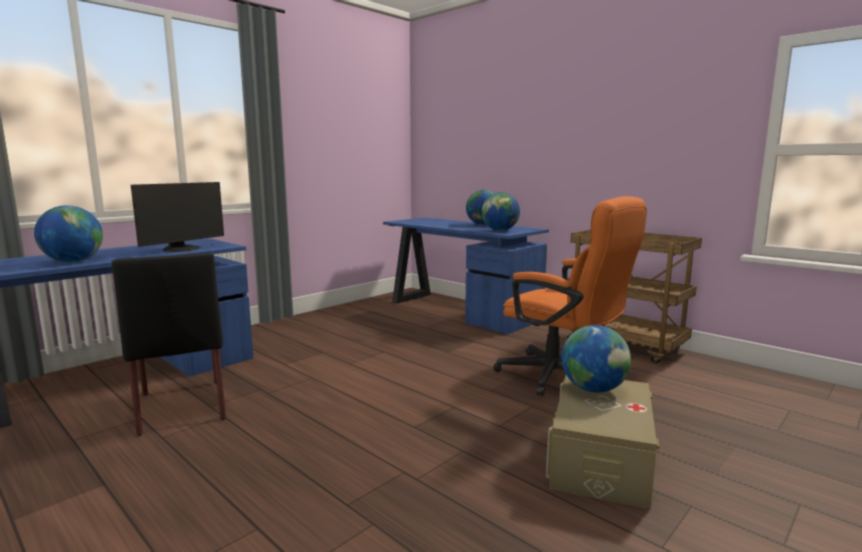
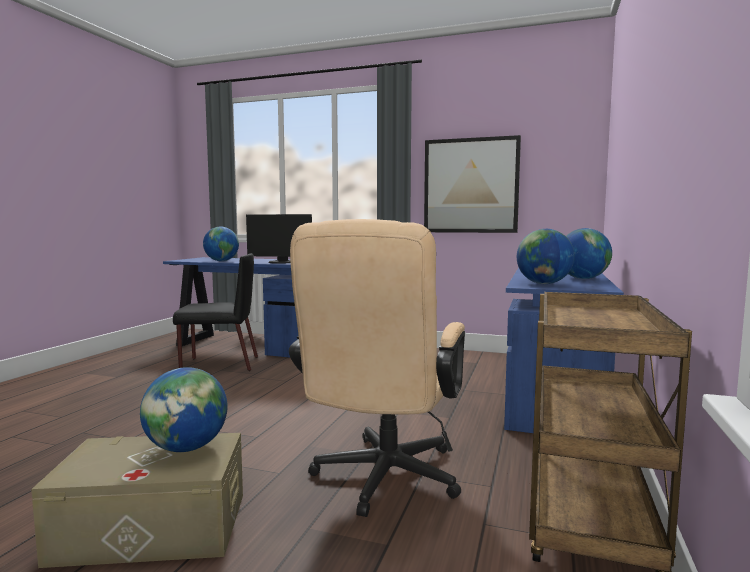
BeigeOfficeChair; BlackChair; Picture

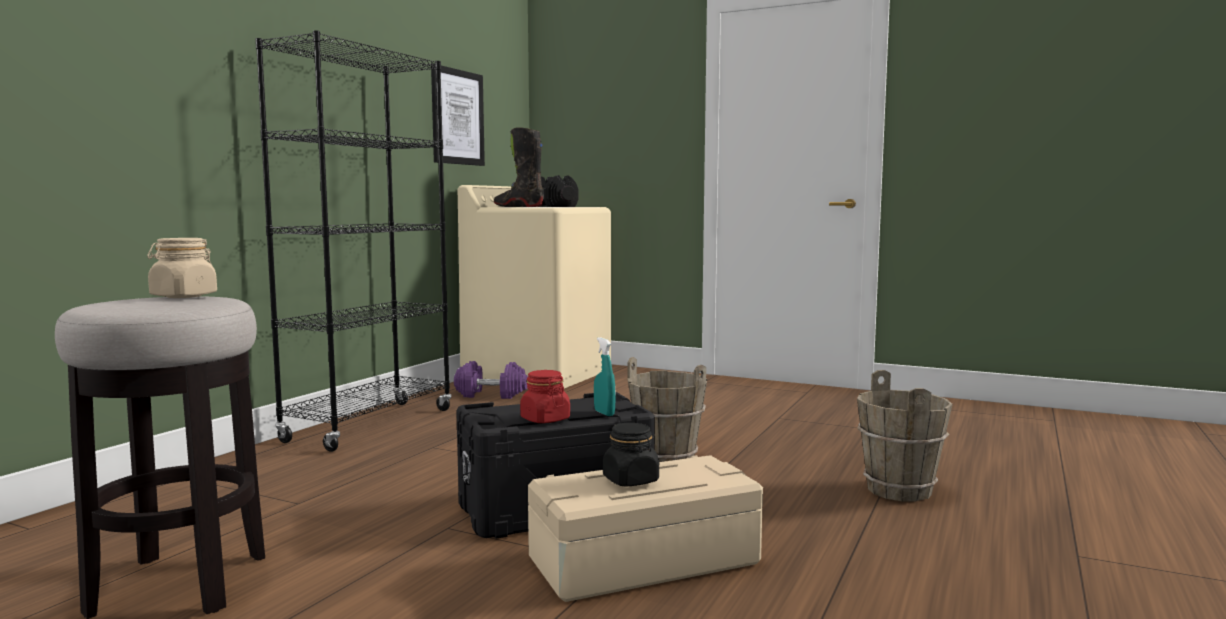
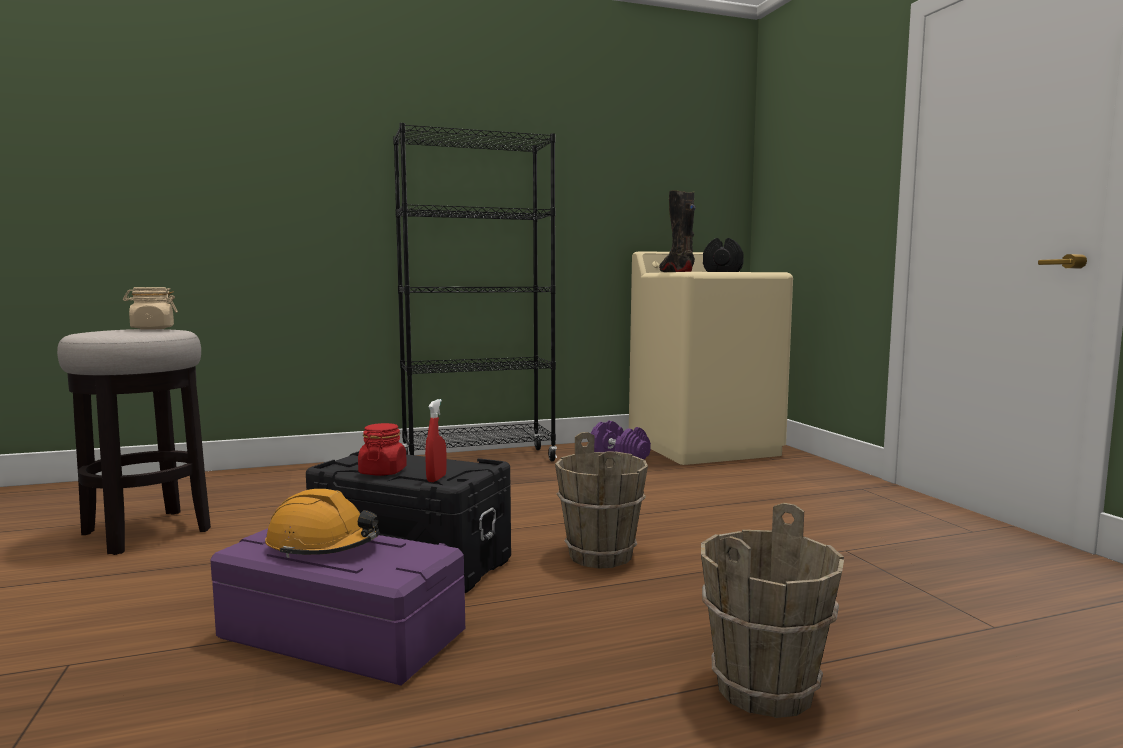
Picture; RedSprayBottle; OrangeHardHat; PurpleStorageBox

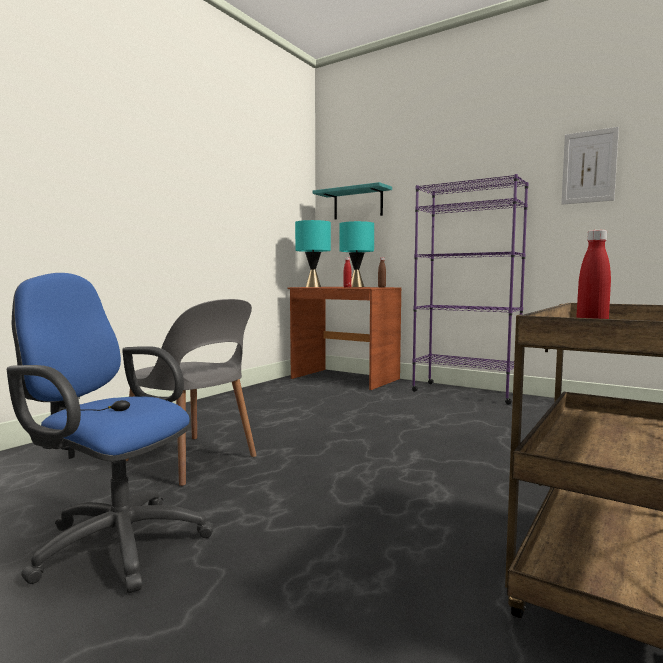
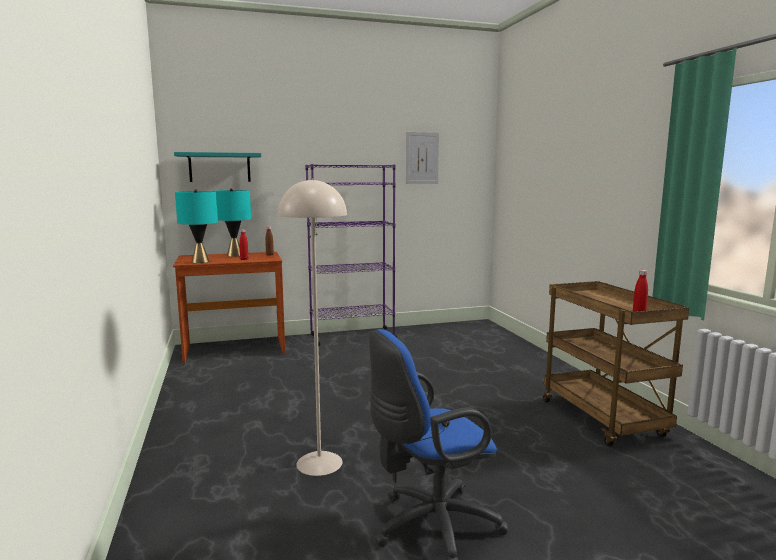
BeigeFloorLamp

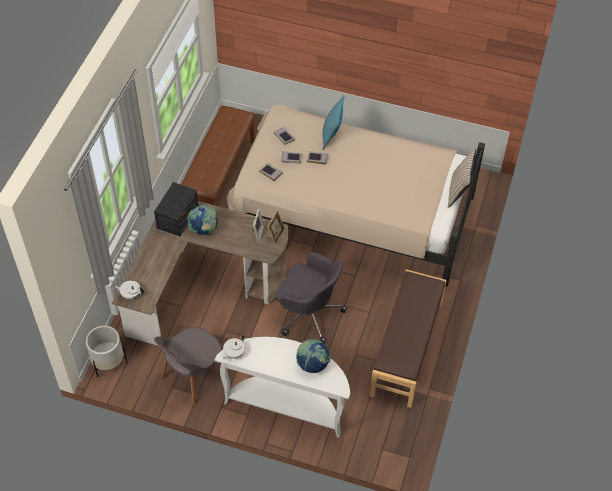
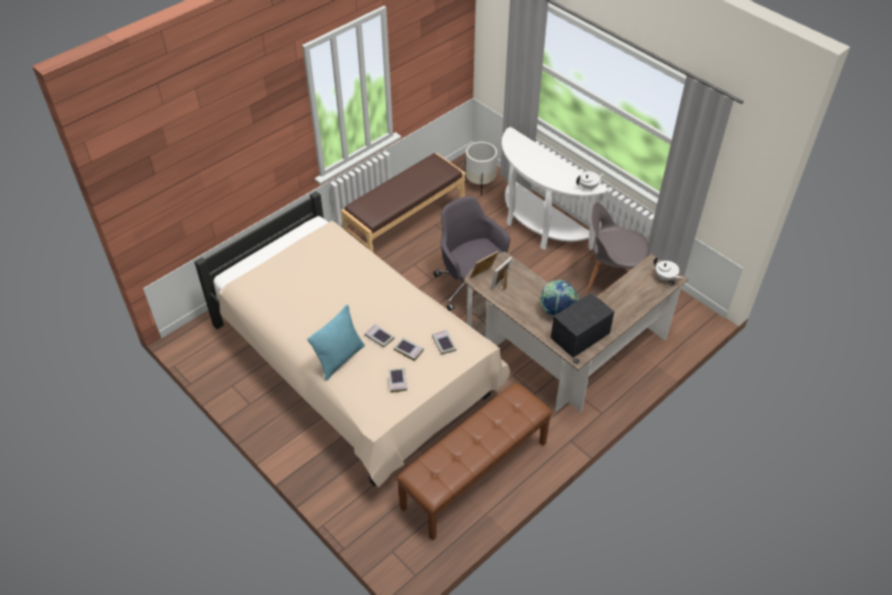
BeigePillow; WhitePlanter; GreyChair; Globe (2nd from left in the first image)

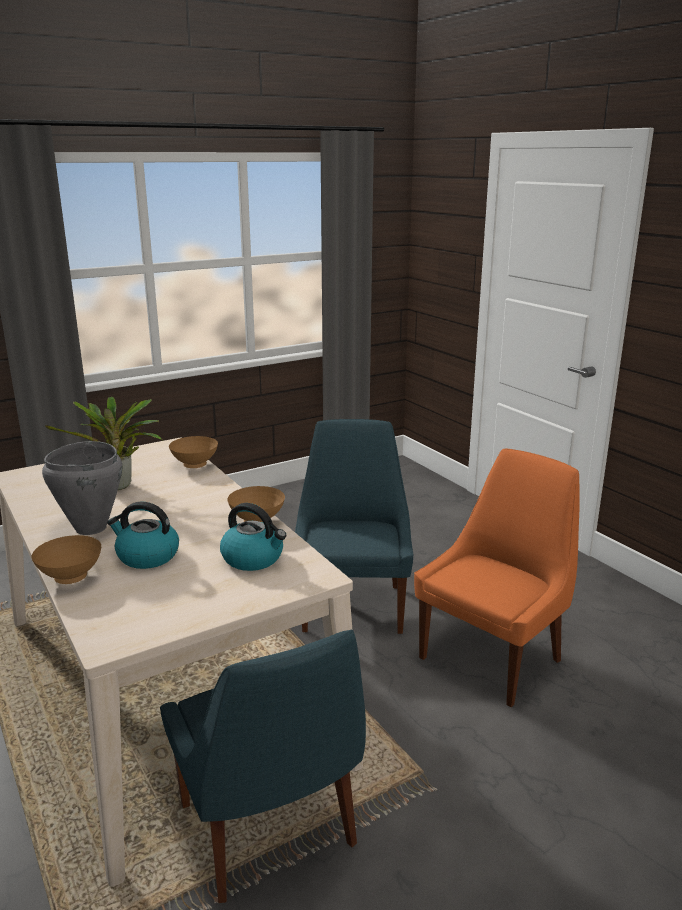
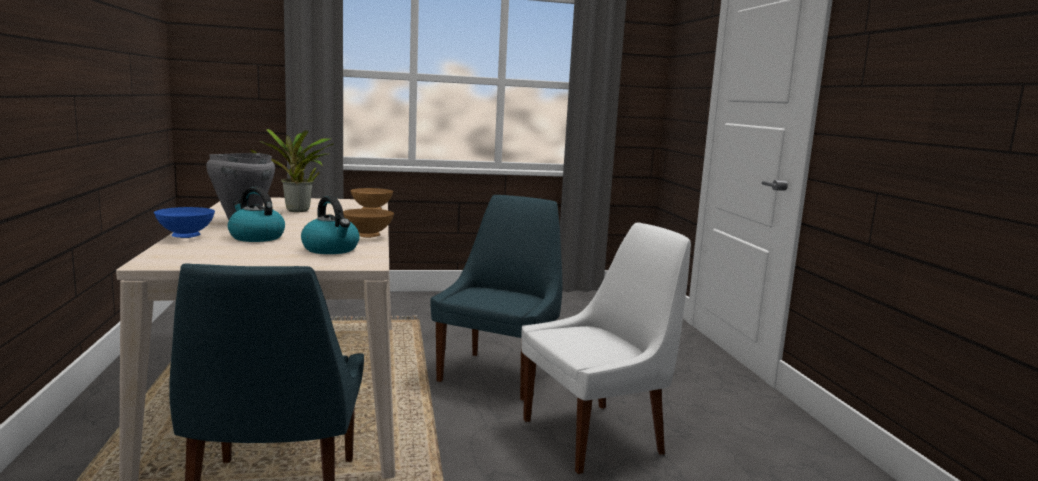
WhiteChair; BlueBowl

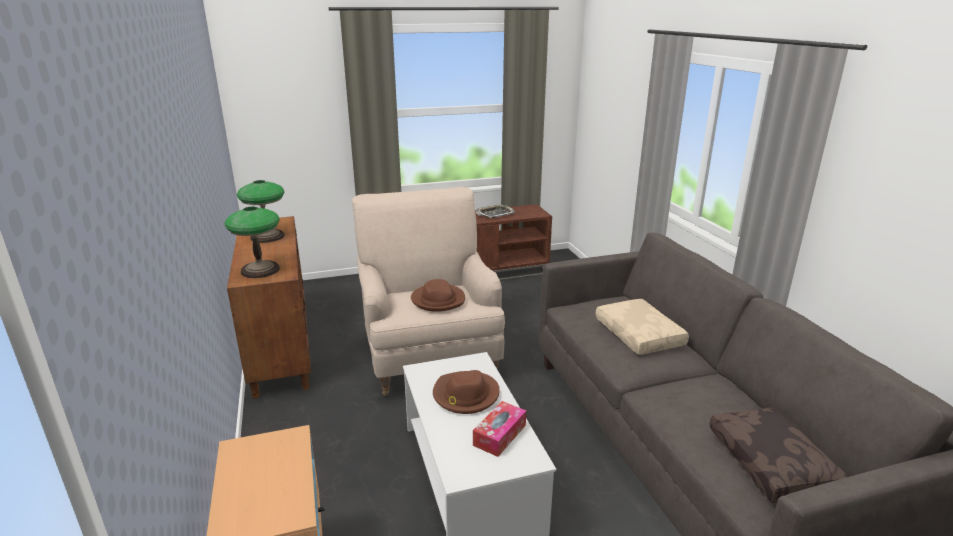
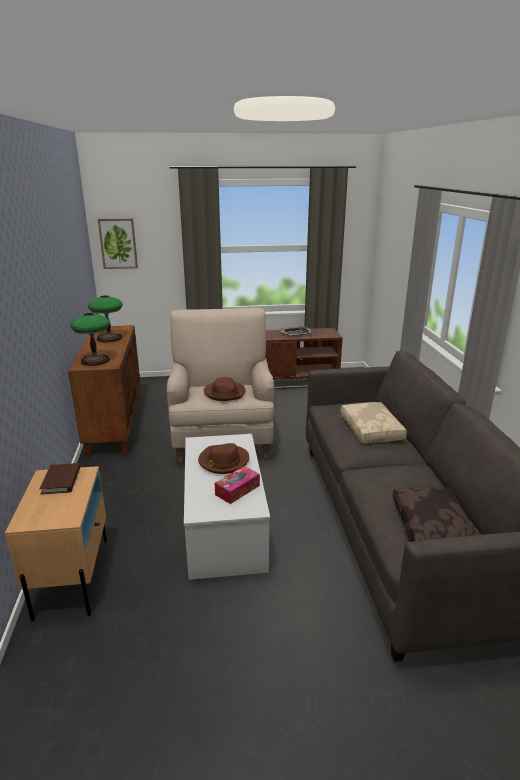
Picture; BrownBook

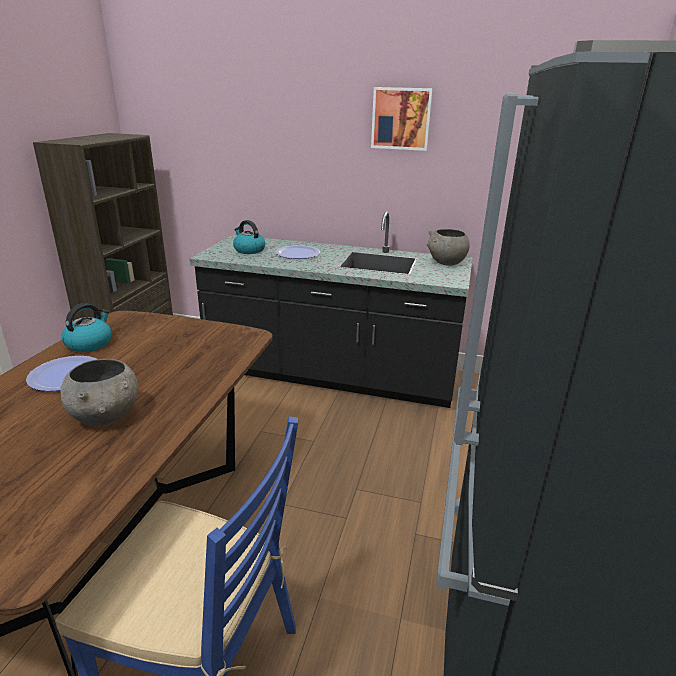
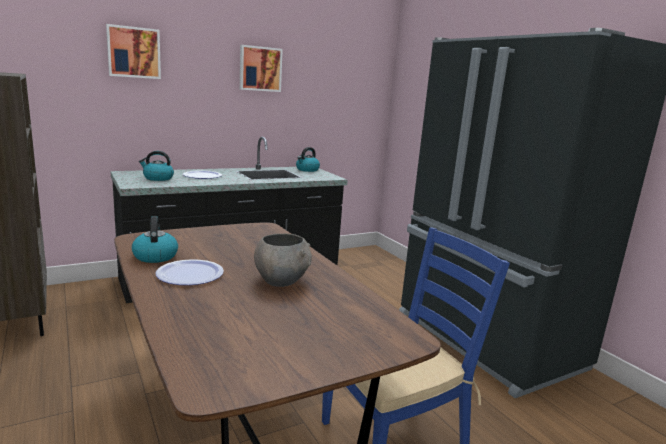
Kettle (3rd from left); Picture (1st from left)

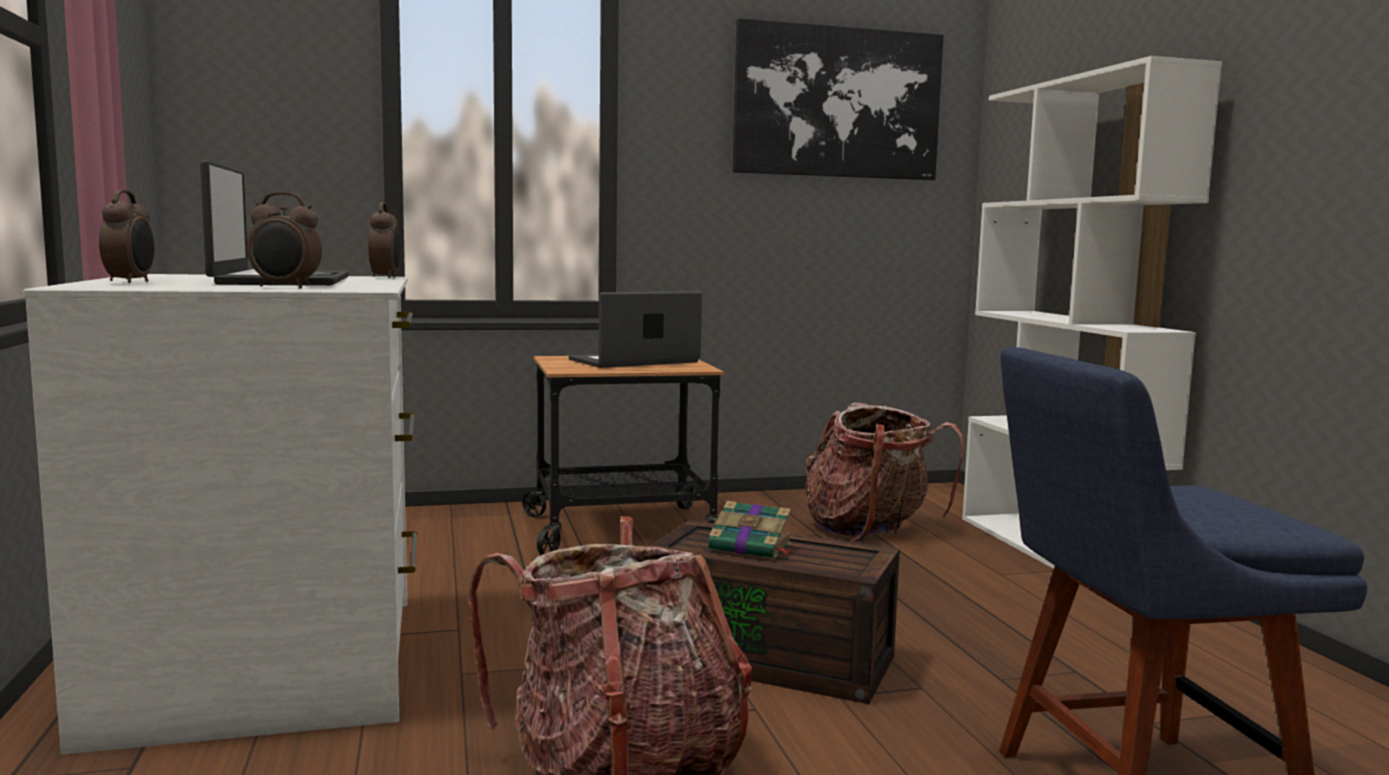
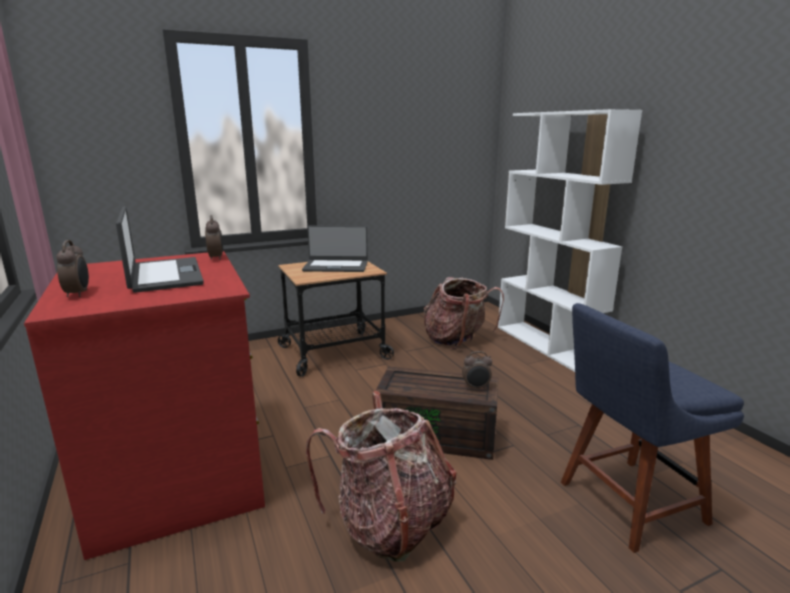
Picture; AlarmClock (3rd from left); RedDresser; Laptop (2nd from left); Book

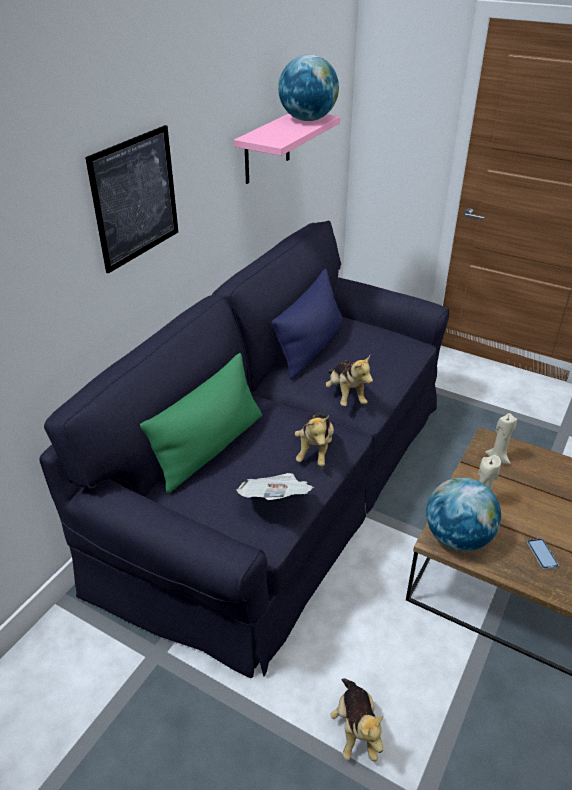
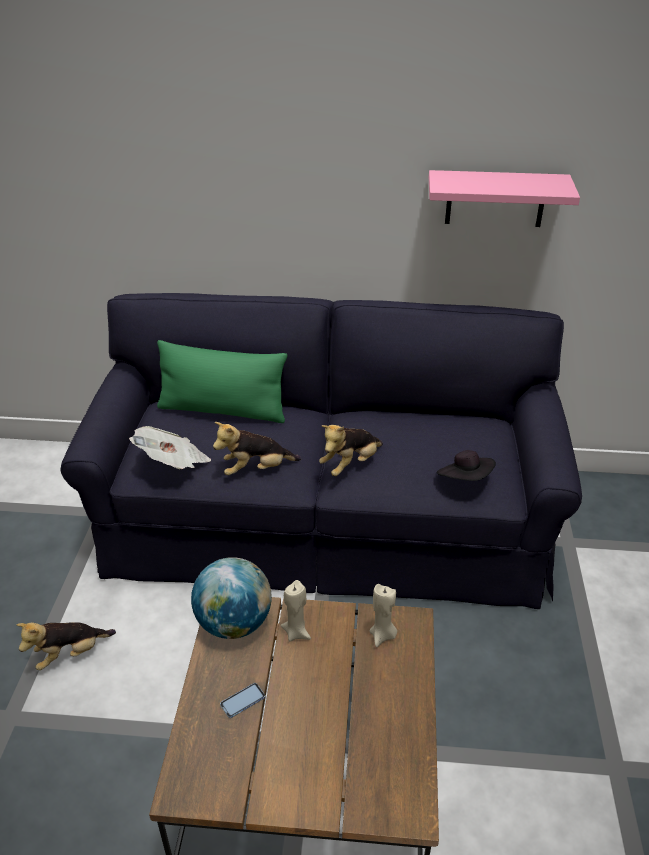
Globe (1st from left in the first image); Picture; BluePillow; BlackHat

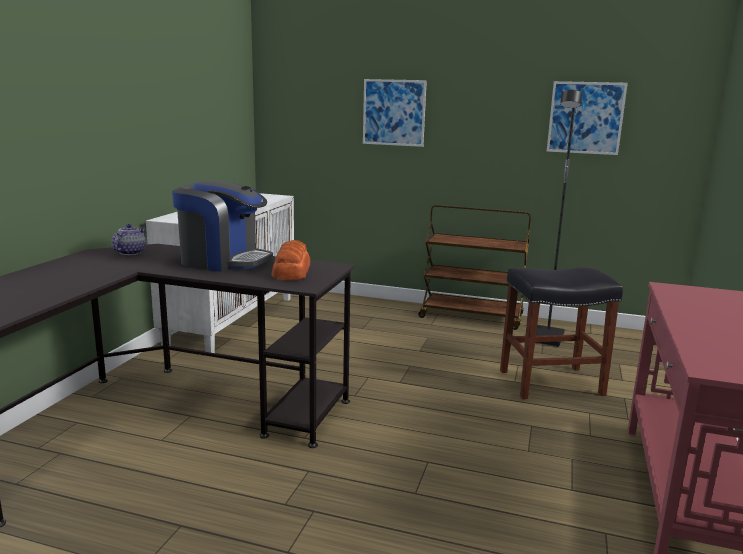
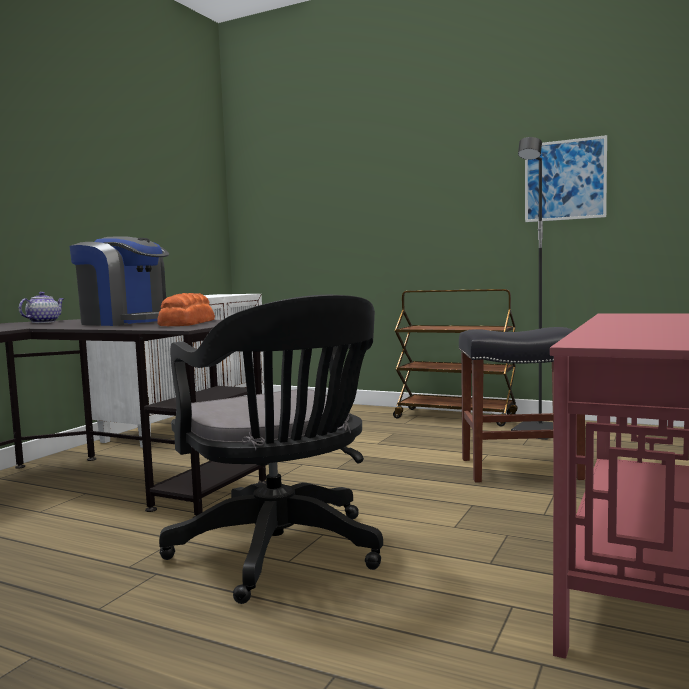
Picture (1st from left in the first image); BlackOfficeChair

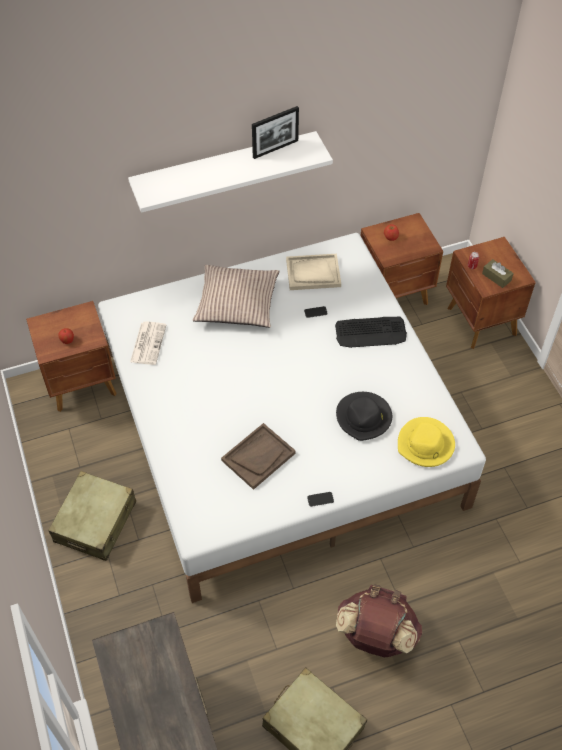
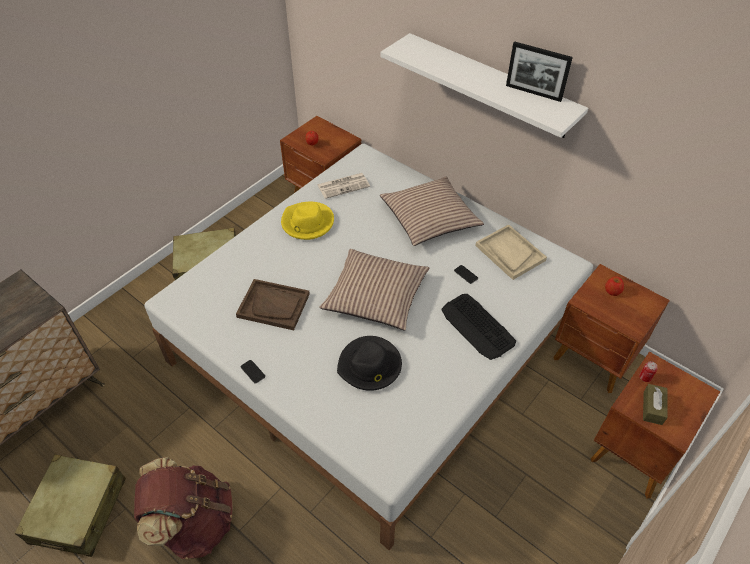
YellowHat; Pillow (1st from left)

